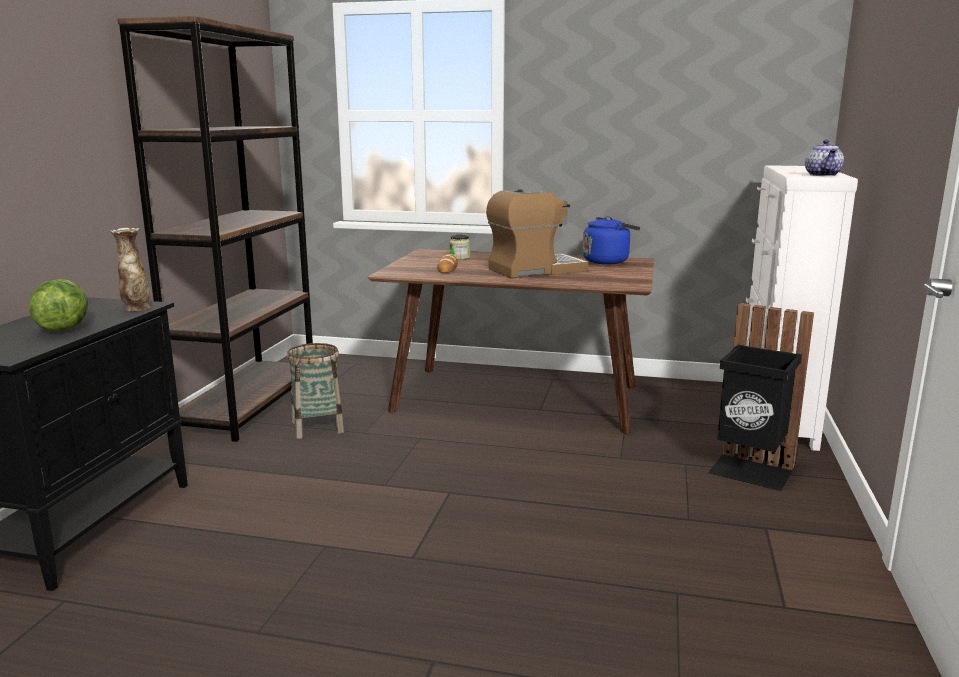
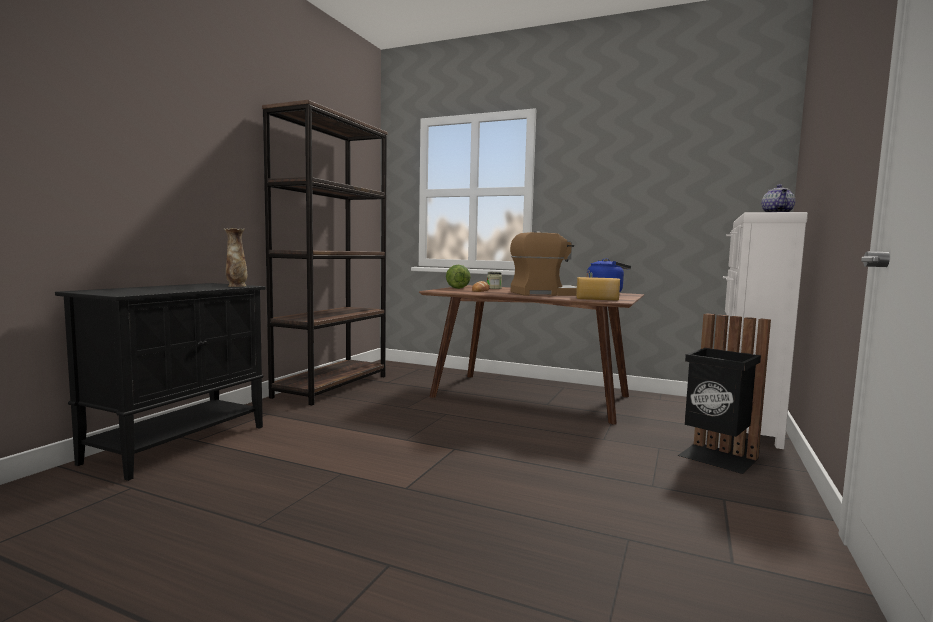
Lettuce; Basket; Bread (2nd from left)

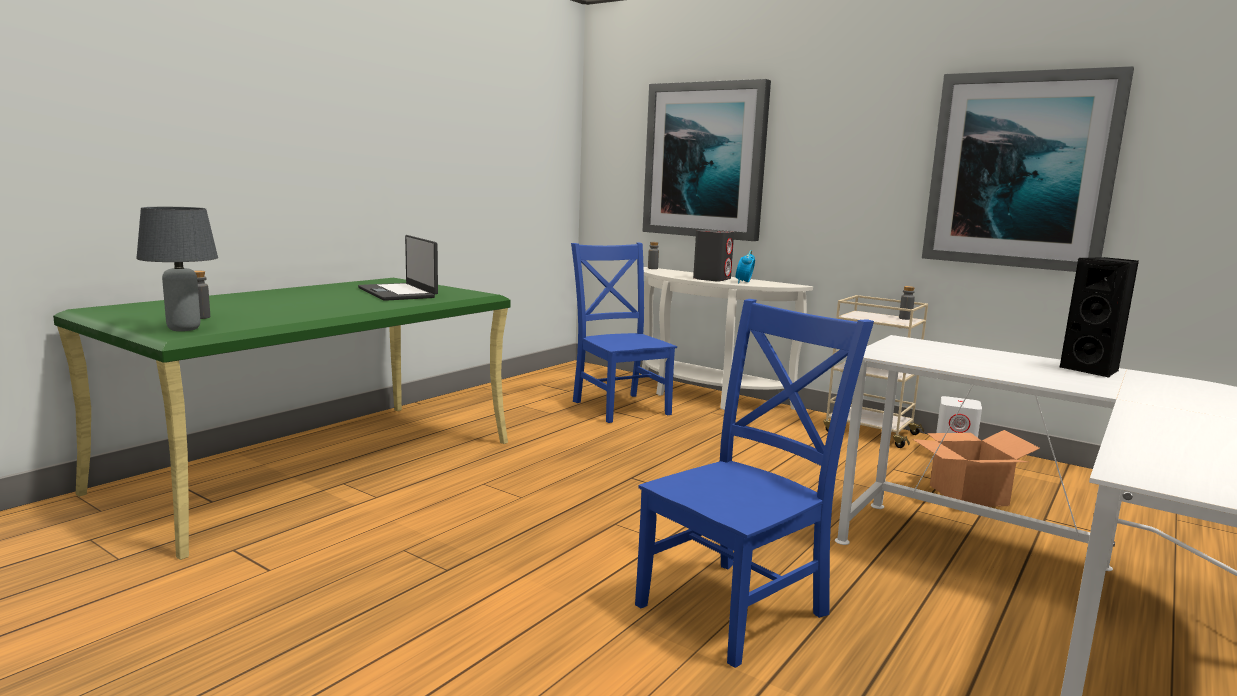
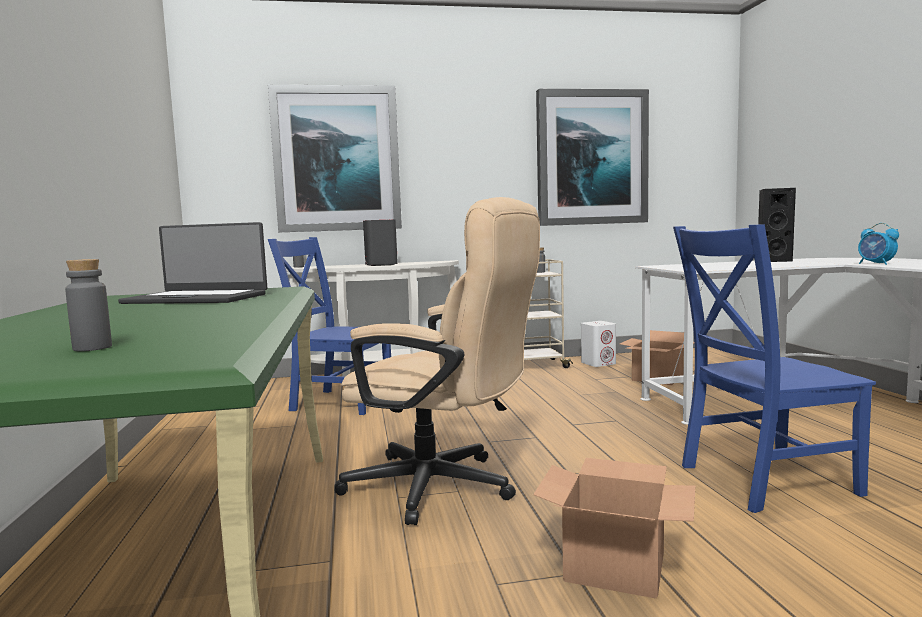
GreyTableLamp; AlarmClock; BlueChair (2nd from left); BeigeOfficeChair; CardboardBox (1st from left)

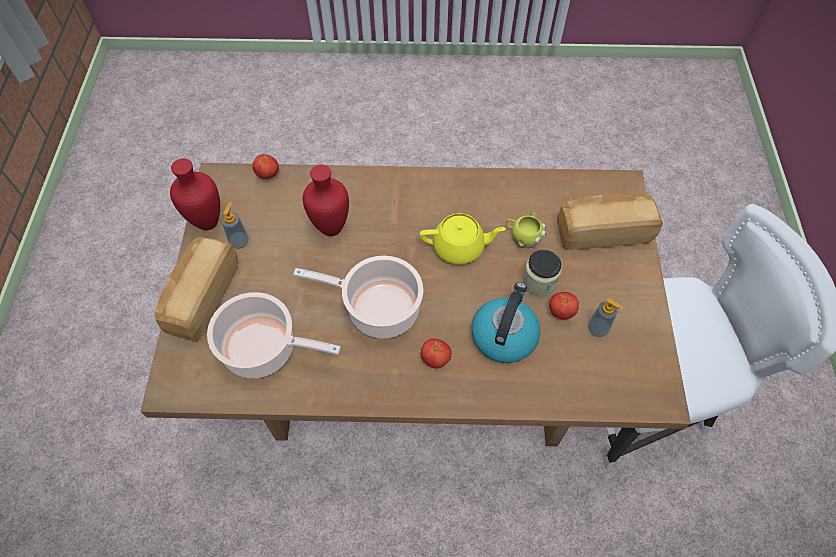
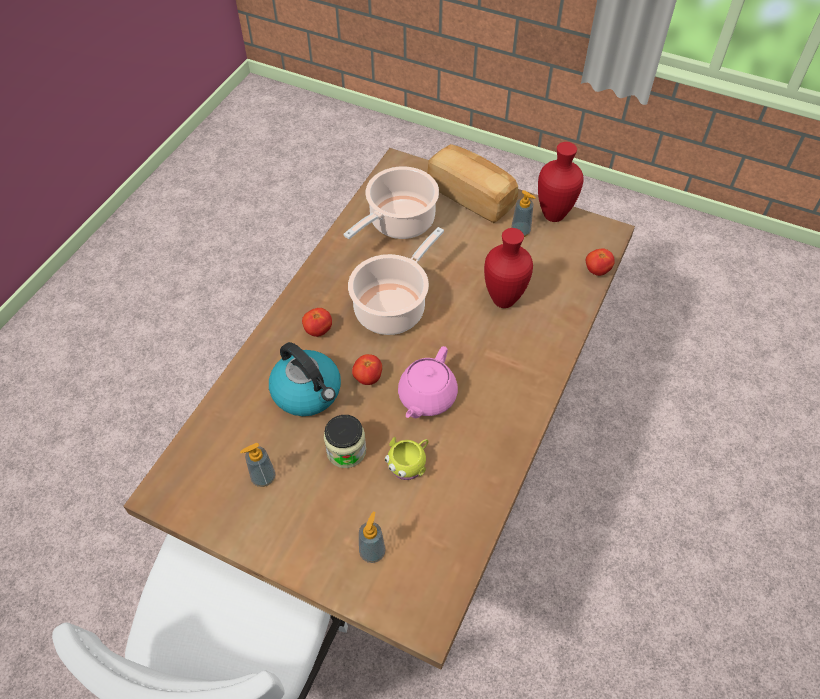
SoapDispenser (2nd from left); PinkTeapot; Tomato (2nd from left)

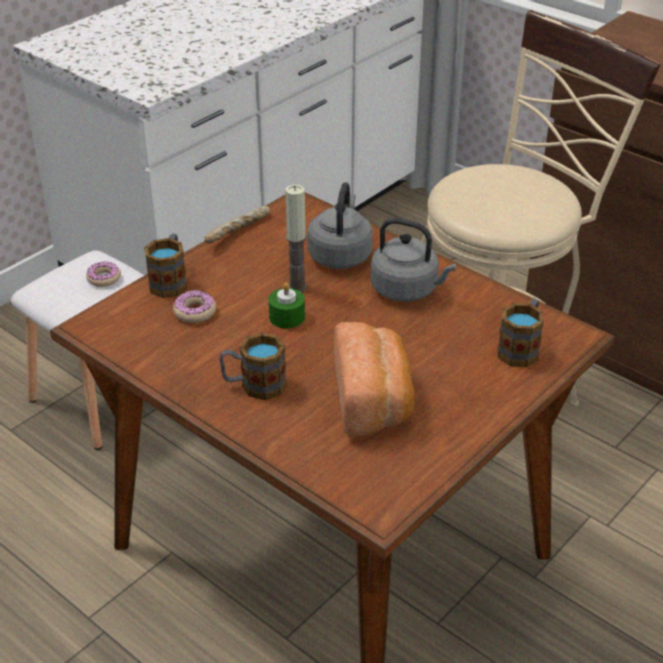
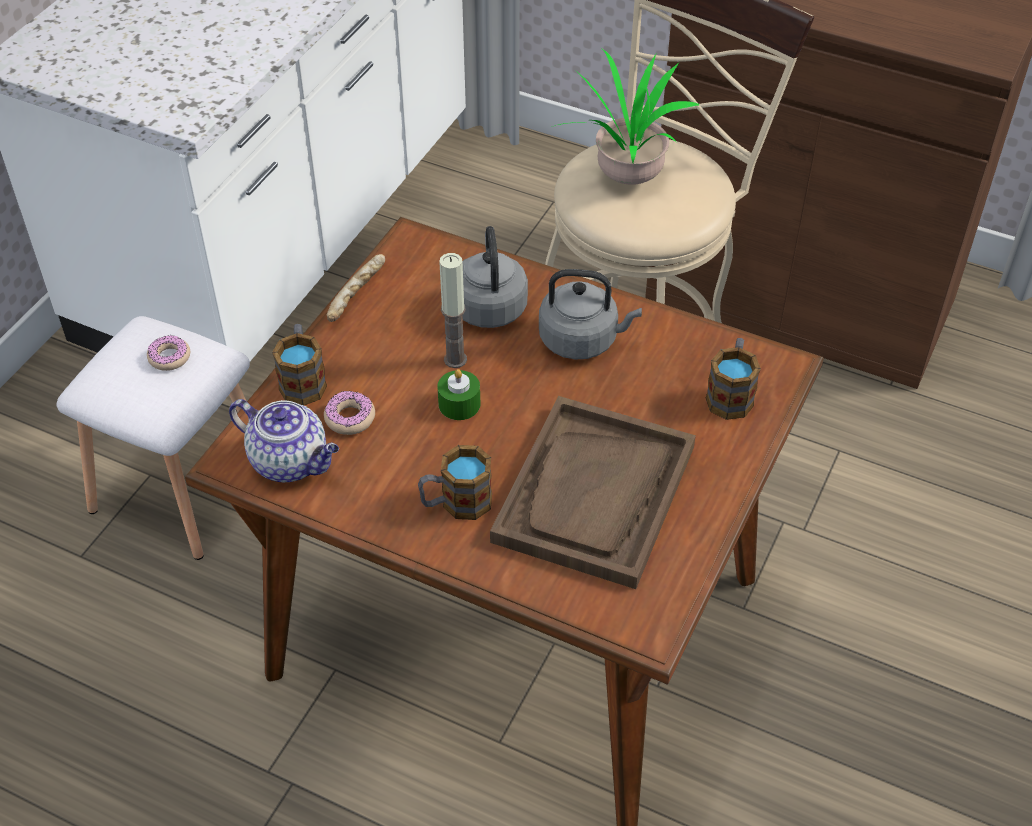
BrownTray; PottedPlant; Teapot

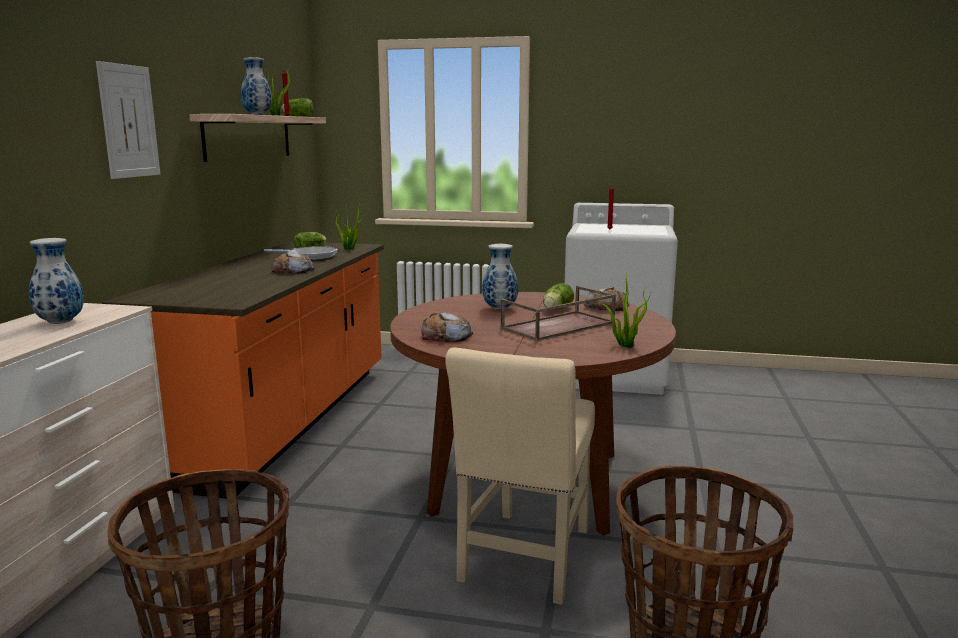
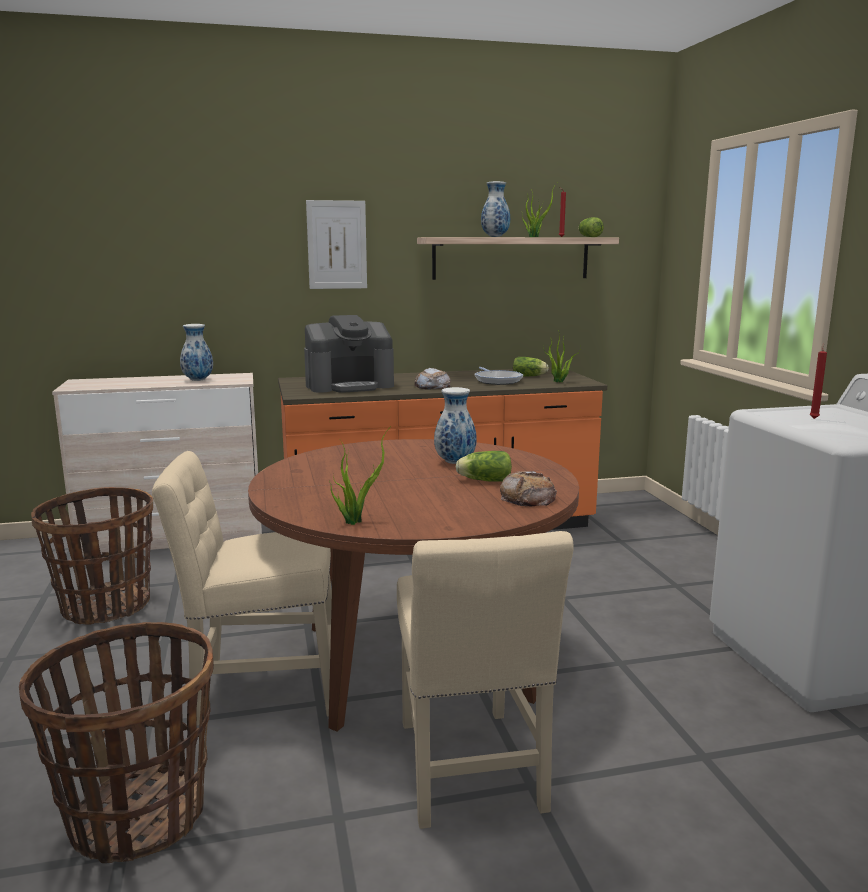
BrownTray; Bread (2nd from left in the first image); CoffeeMachine; BeigeChair (2nd from left)

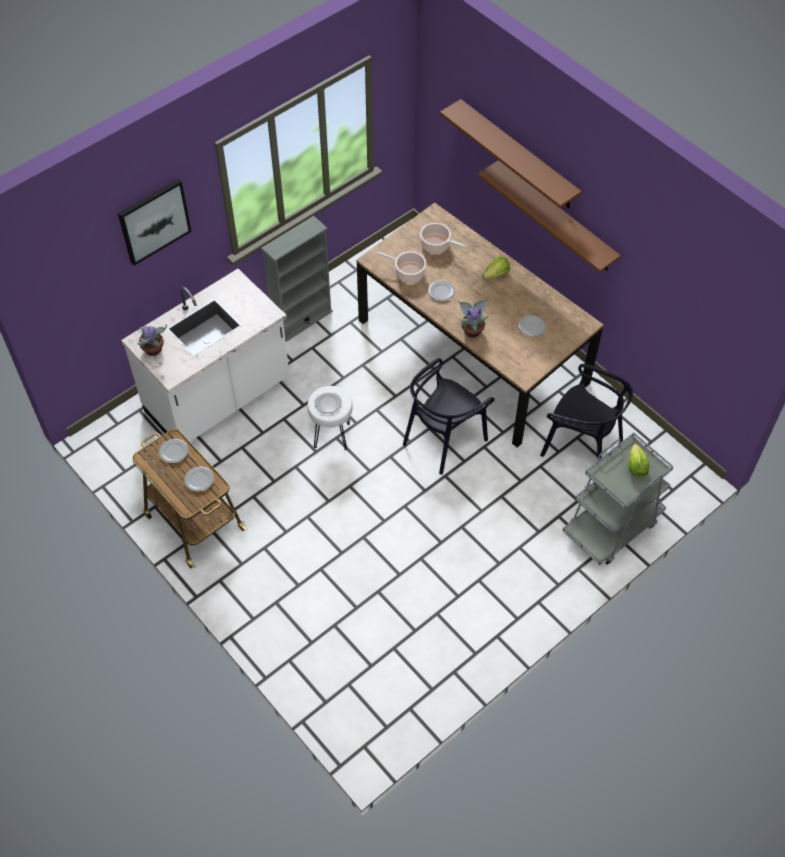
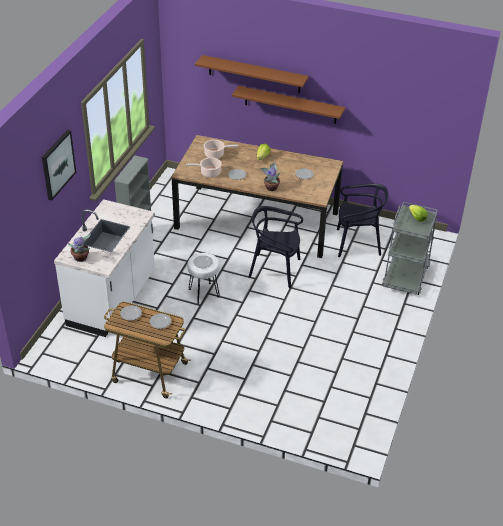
BlackChair (1st from left)

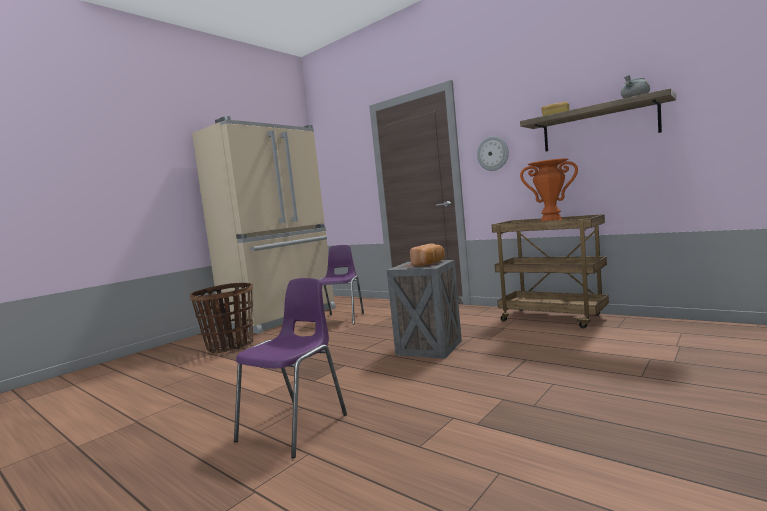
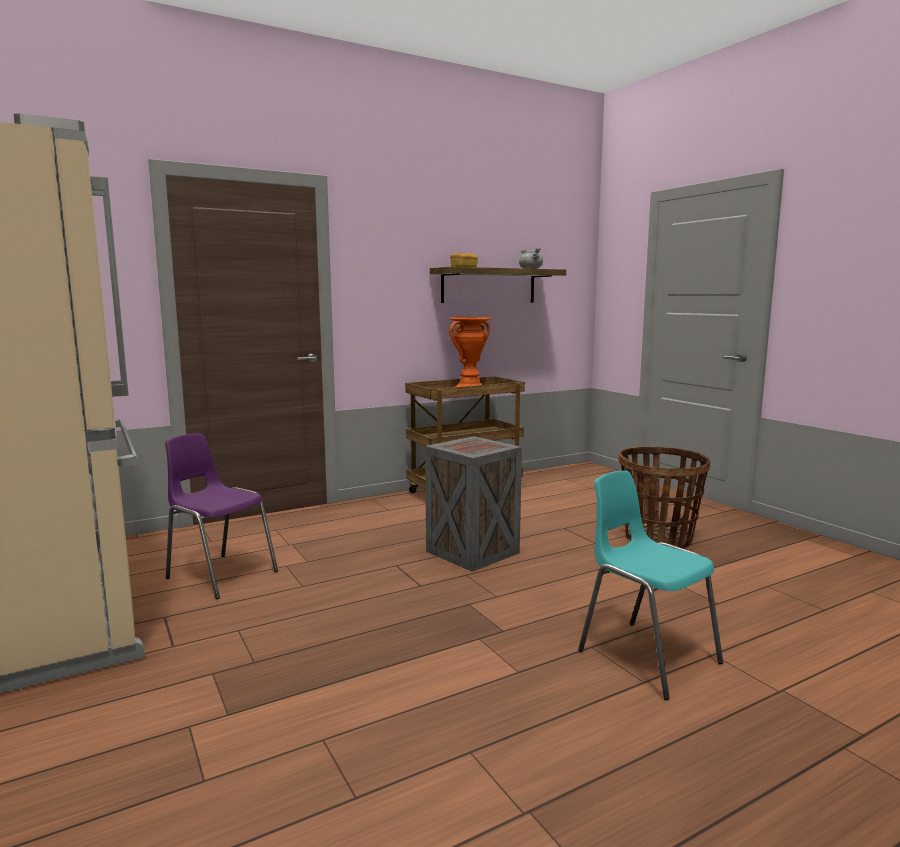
WallClock; Bread (1st from left in the first image); TurquoiseChair; Basket

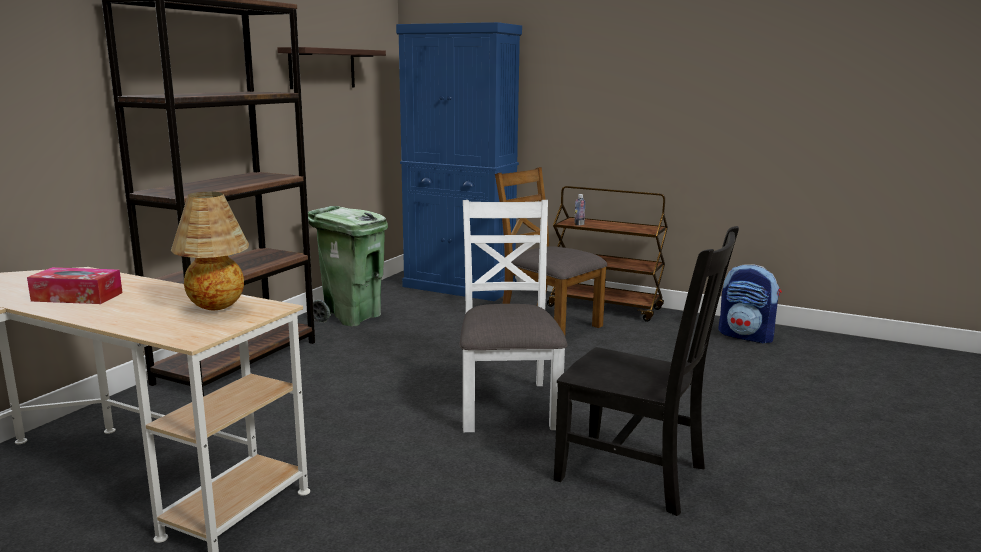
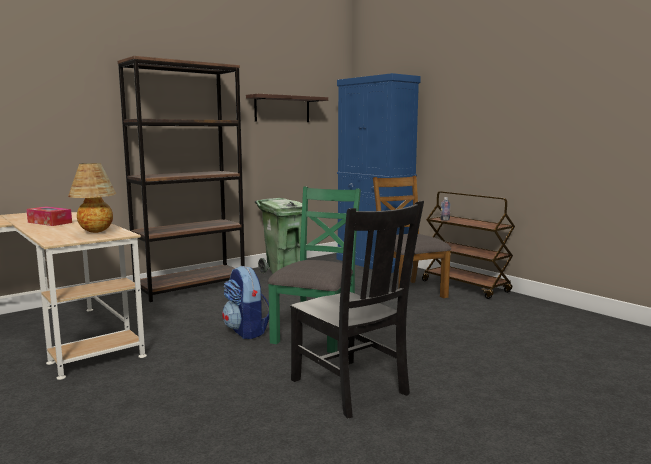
GreenChair; Backpack

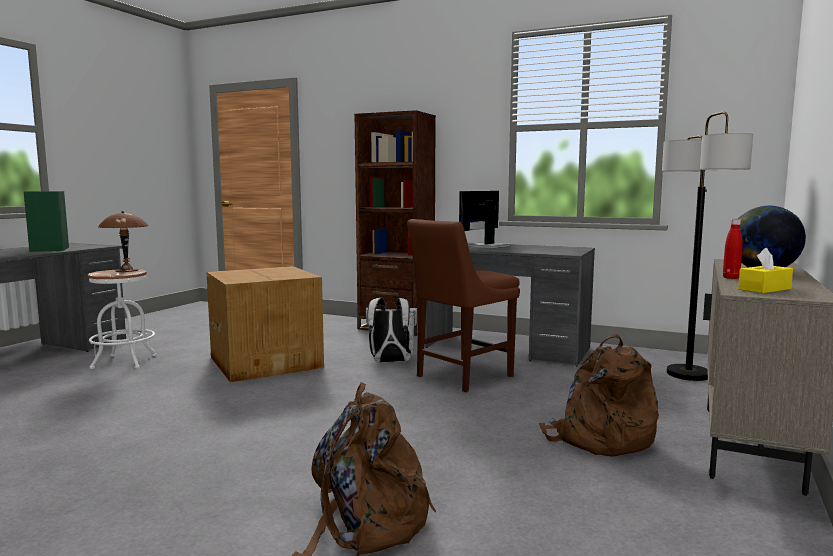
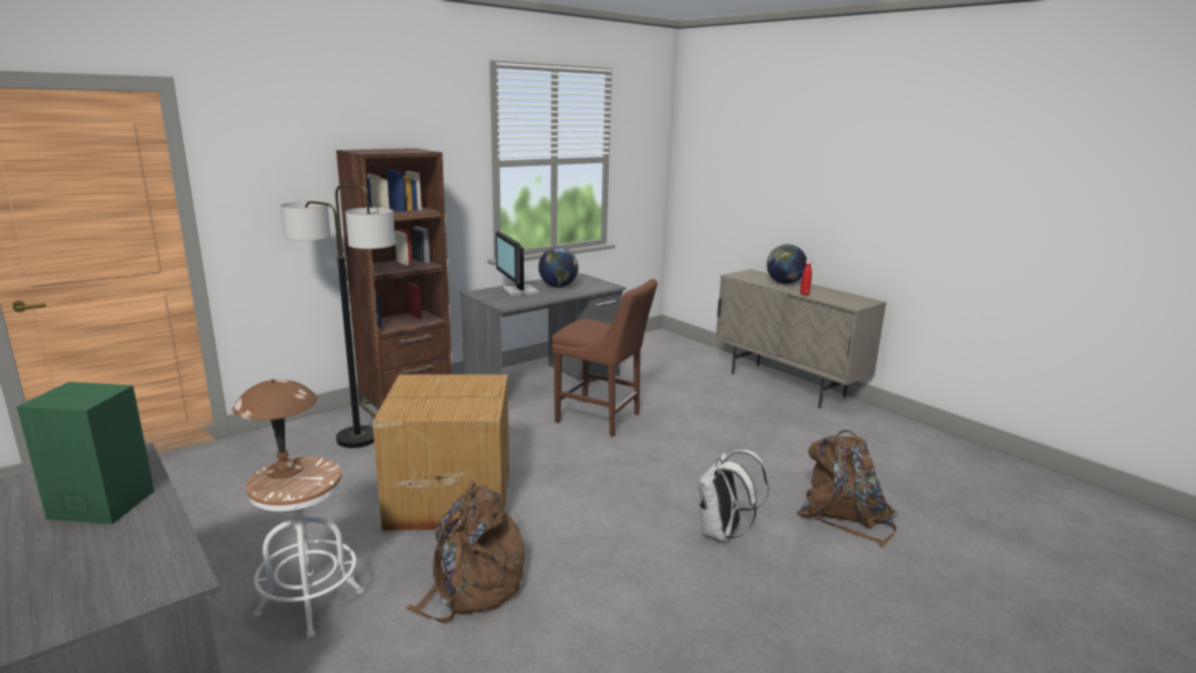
FloorLamp; BrownChair; YellowTissueBox; WhiteBackpack; BrownBackpack (1st from left); Globe (1st from left)

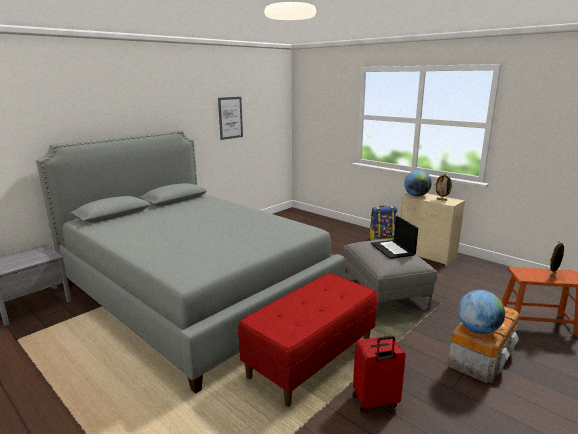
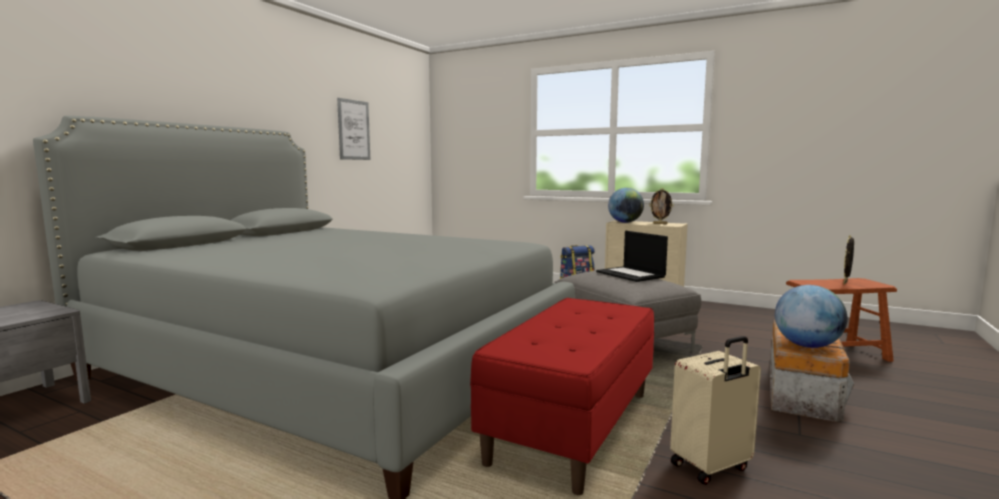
BeigeSuitcase

